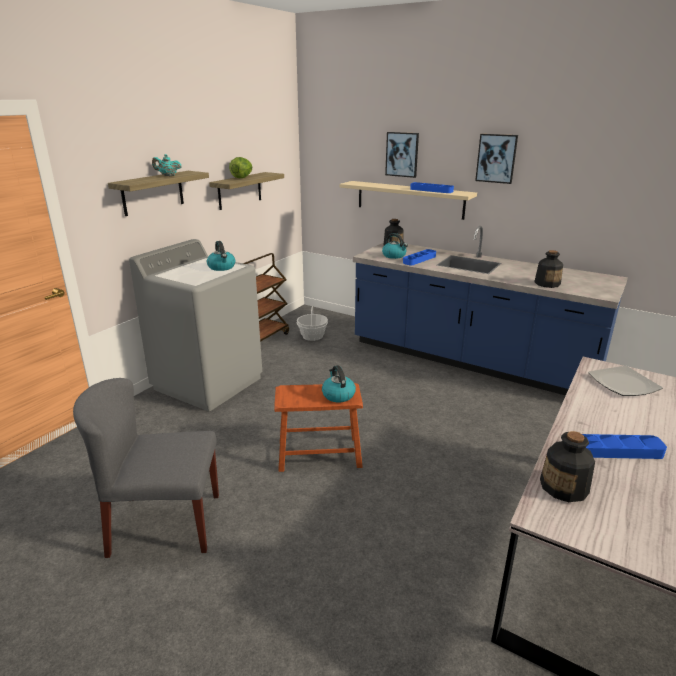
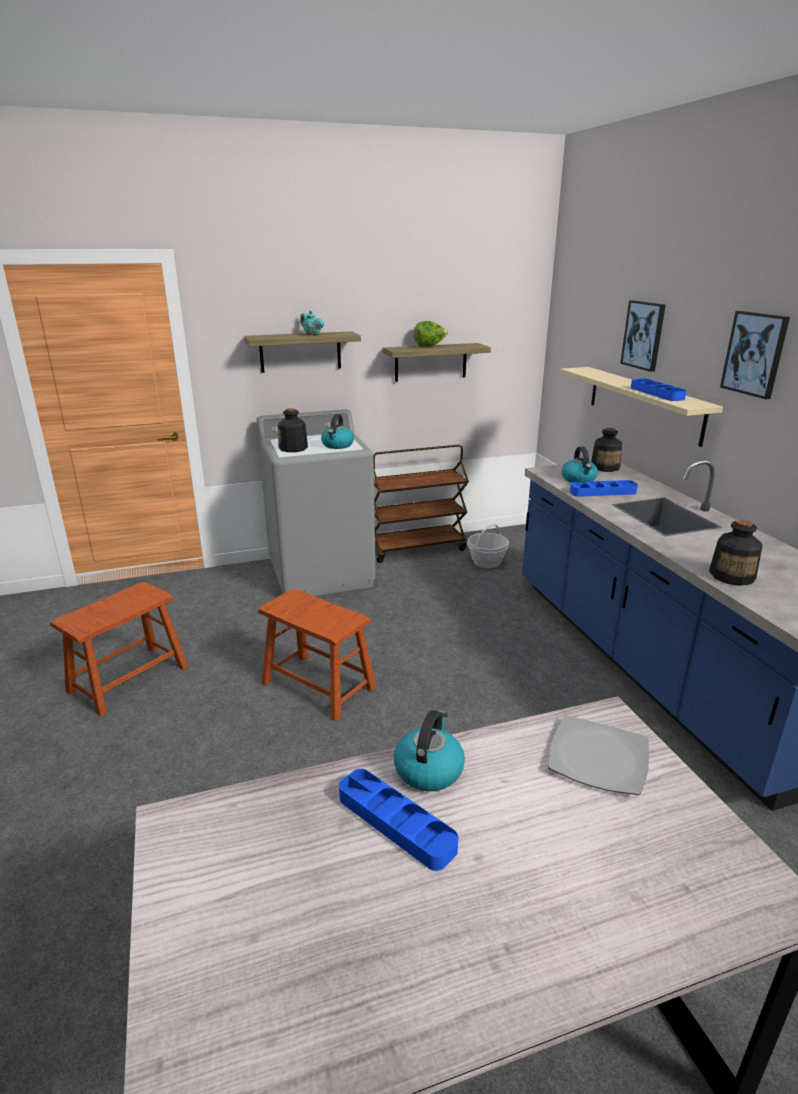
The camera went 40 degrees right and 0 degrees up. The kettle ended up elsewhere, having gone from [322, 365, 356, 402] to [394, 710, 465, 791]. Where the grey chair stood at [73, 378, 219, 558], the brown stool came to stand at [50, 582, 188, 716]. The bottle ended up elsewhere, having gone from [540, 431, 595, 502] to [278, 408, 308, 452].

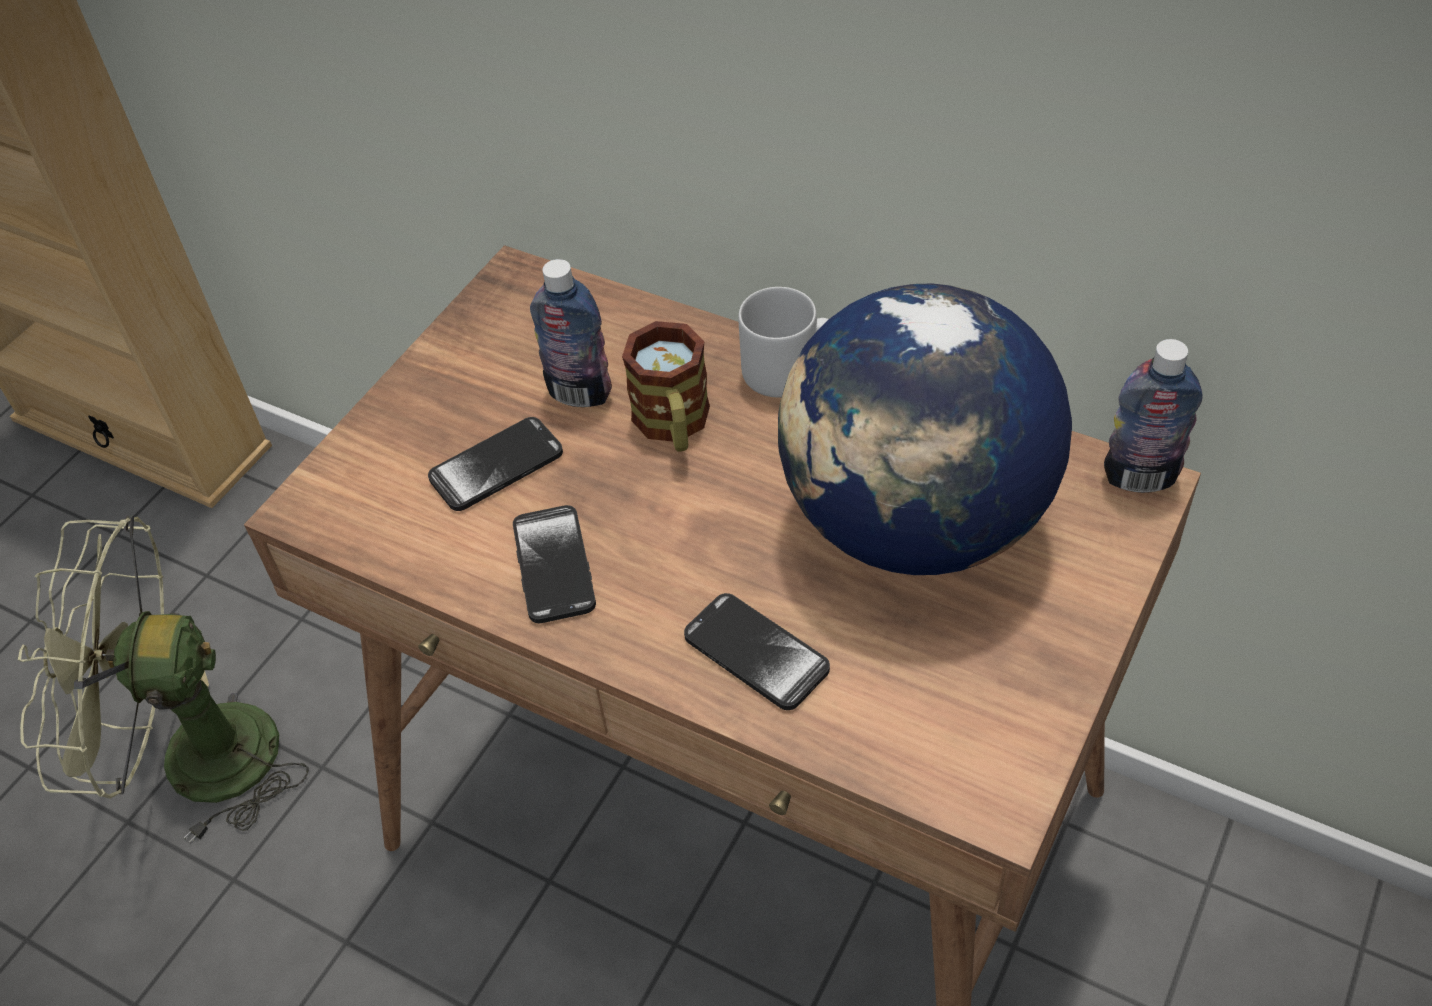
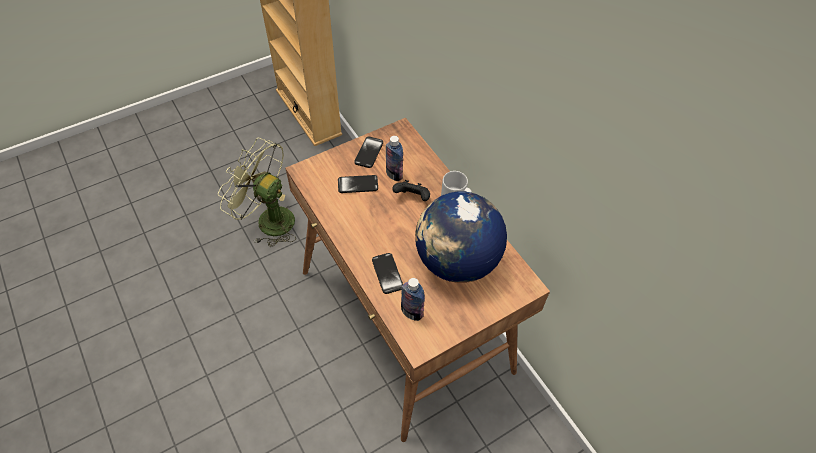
The camera went 25 degrees right and 5 degrees up. Where the mug stood at [622, 321, 710, 451], the black game controller came to stand at [392, 180, 430, 201]. The bottle ended up elsewhere, having gone from [1104, 339, 1203, 493] to [401, 278, 425, 321]. The phone ended up elsewhere, having gone from [513, 505, 596, 623] to [355, 136, 383, 168].

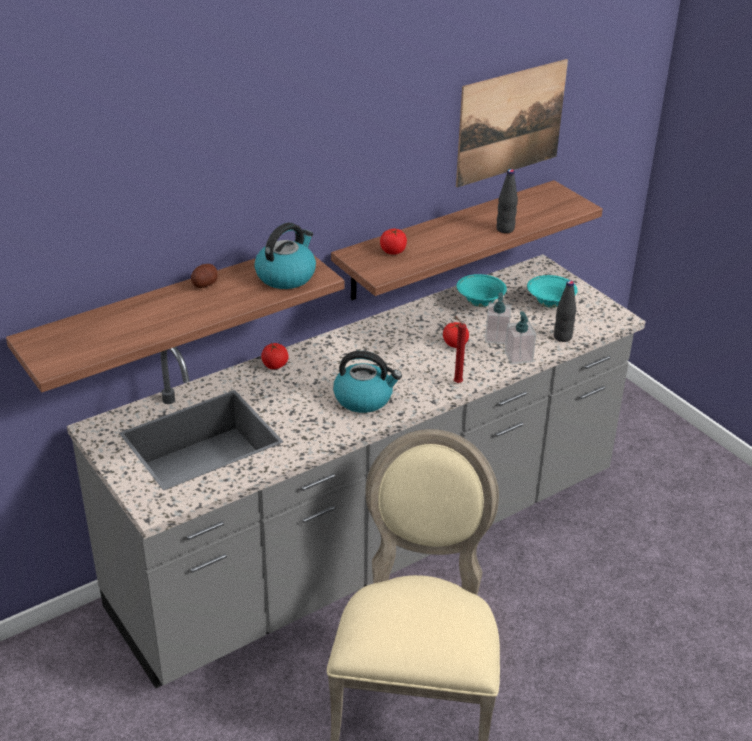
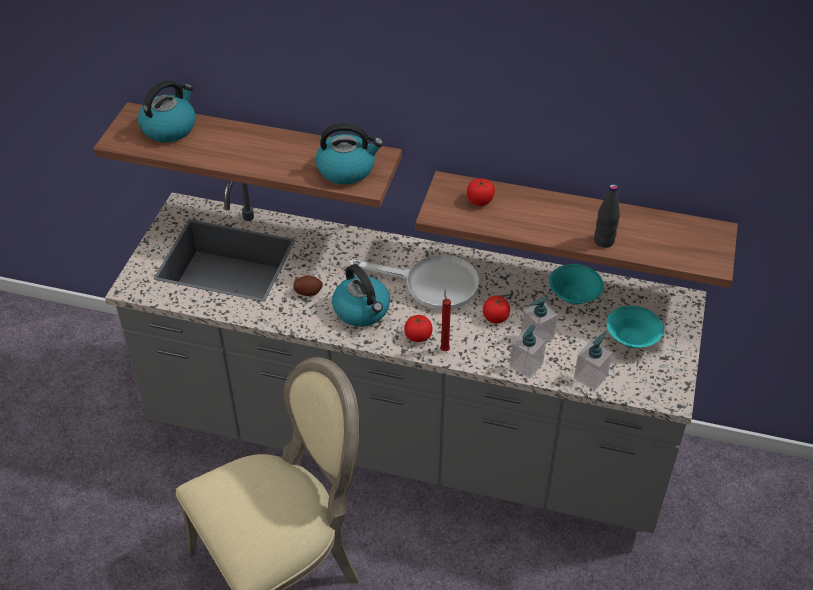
The camera went 50 degrees right and 10 degrees up. The second view lost the picture at [456, 59, 568, 188]. The potato ended up elsewhere, having gone from [191, 264, 218, 288] to [293, 275, 323, 296]. Where the black bottle stood at [554, 280, 576, 342], the soap dispenser came to stand at [574, 333, 613, 390]. The tomato ended up elsewhere, having gone from [261, 342, 289, 369] to [404, 315, 432, 342]. The second view gained the kettle at [138, 80, 196, 142]. The second view gained the white frying pan at [349, 254, 479, 310].

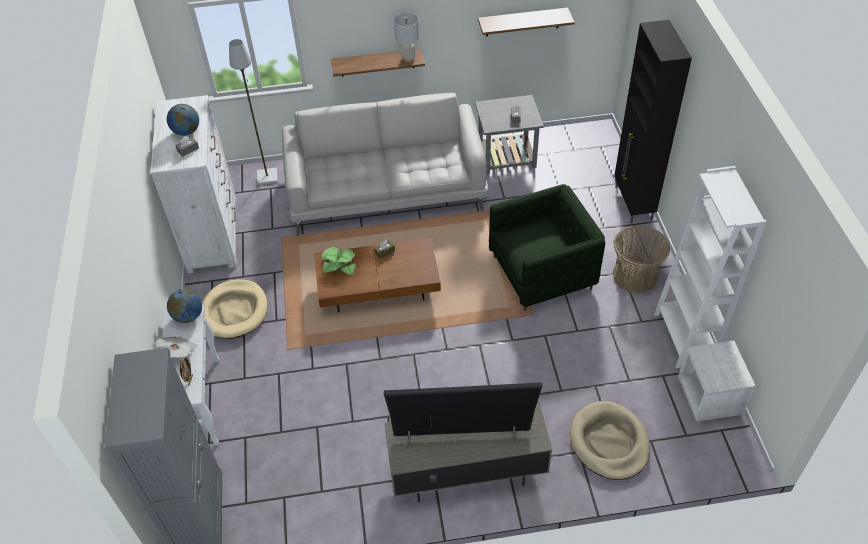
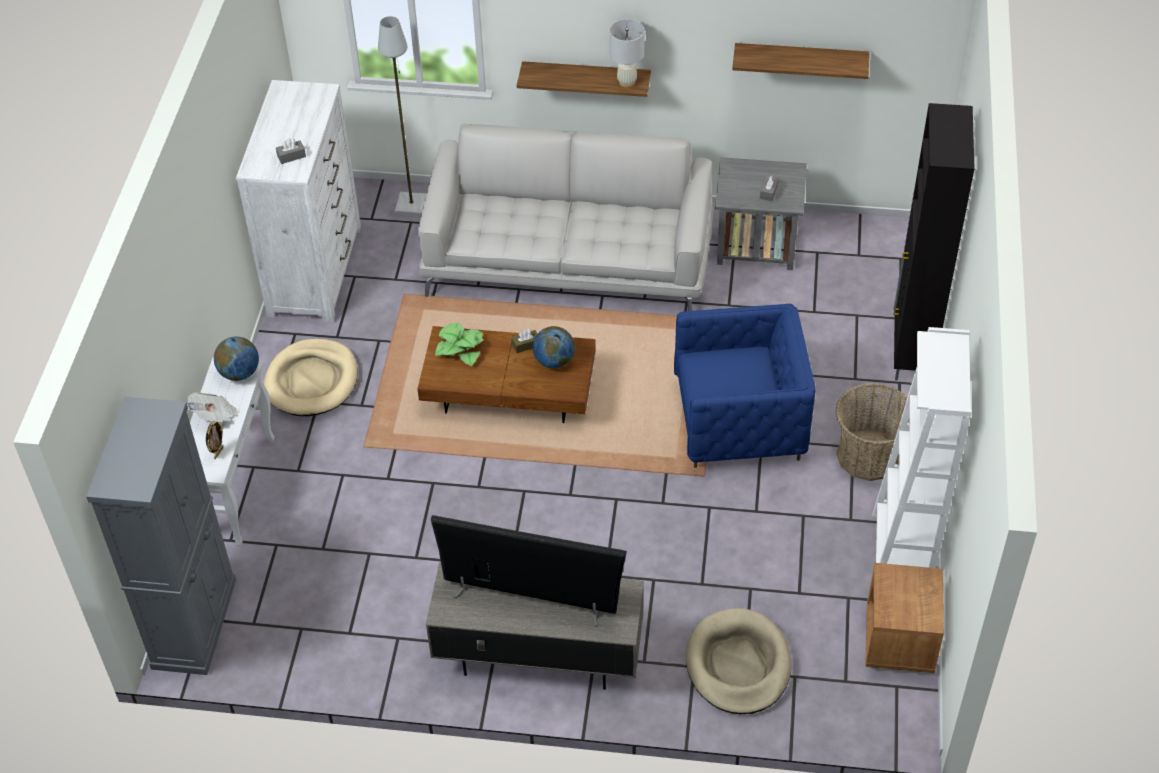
The camera went 15 degrees right and 0 degrees up. The globe ended up elsewhere, having gone from [167, 104, 199, 136] to [533, 326, 575, 368]. What was the green armchair at [489, 184, 605, 311] turned into the blue armchair at [674, 304, 816, 468]. What was the white nightstand at [678, 341, 756, 422] turned into the brown nightstand at [865, 563, 944, 673].

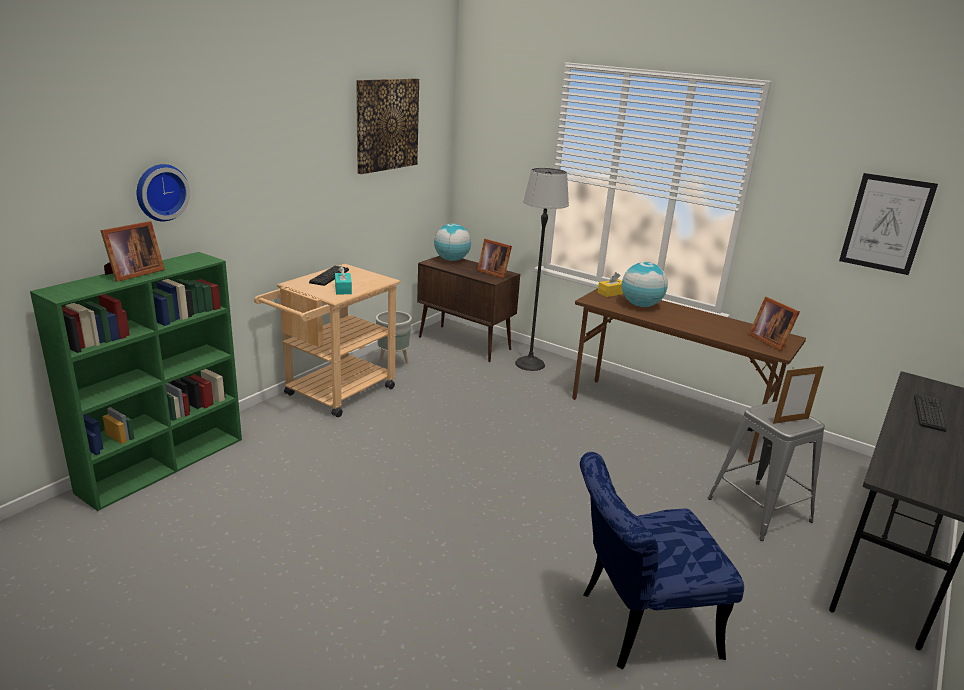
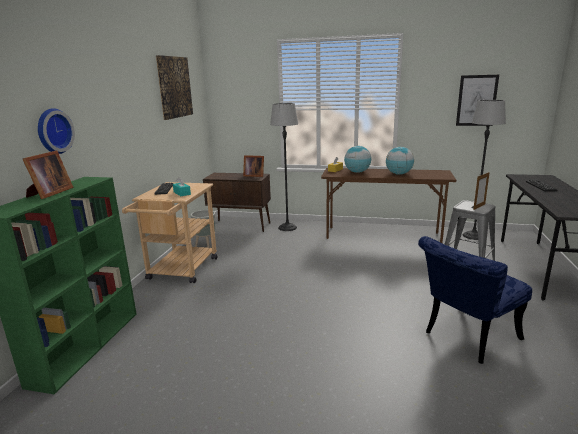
The camera went 20 degrees left and 5 degrees down. The globe ended up elsewhere, having gone from [434, 223, 471, 261] to [386, 147, 414, 175]. The second view lost the picture frame at [749, 297, 800, 351]. The second view gained the floor lamp at [463, 100, 506, 240].

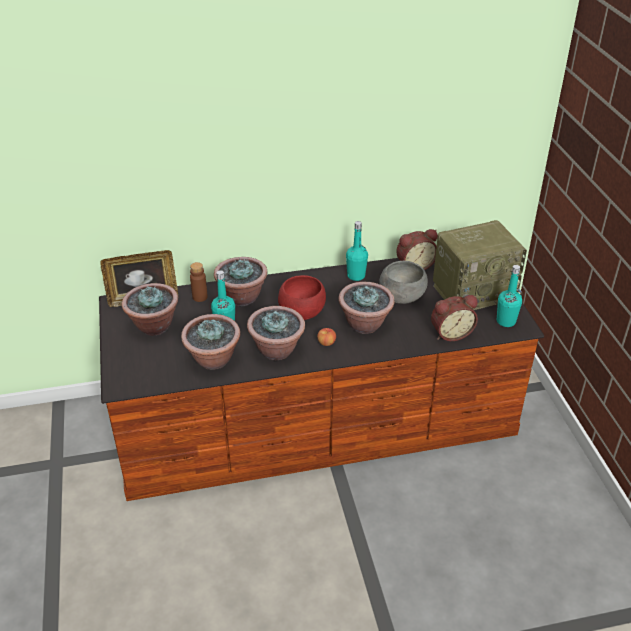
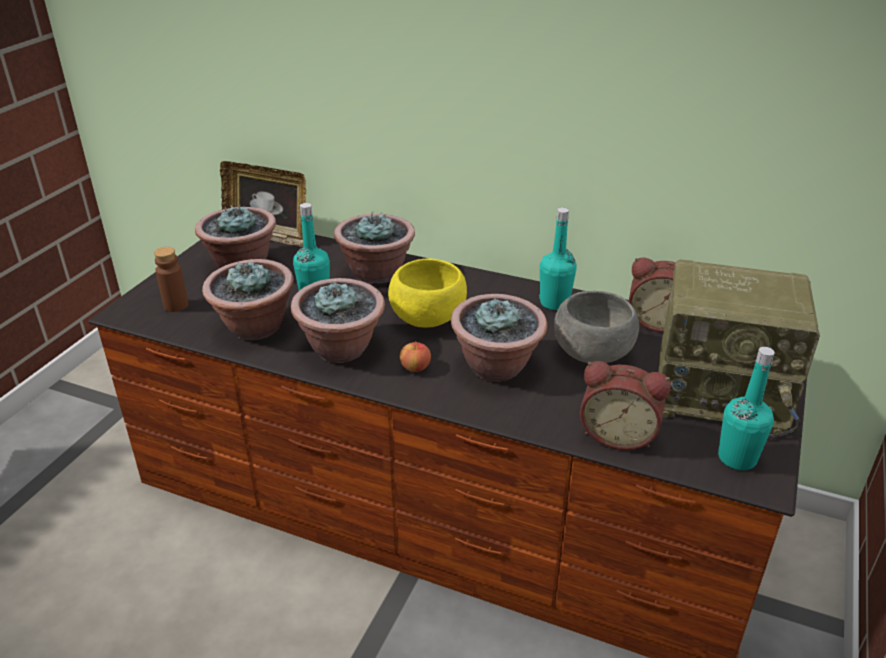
The camera went 35 degrees right and 5 degrees down. The brown bottle ended up elsewhere, having gone from [190, 262, 208, 302] to [154, 247, 188, 312]. What was the red bowl at [278, 275, 326, 320] turned into the yellow bowl at [388, 258, 467, 328].

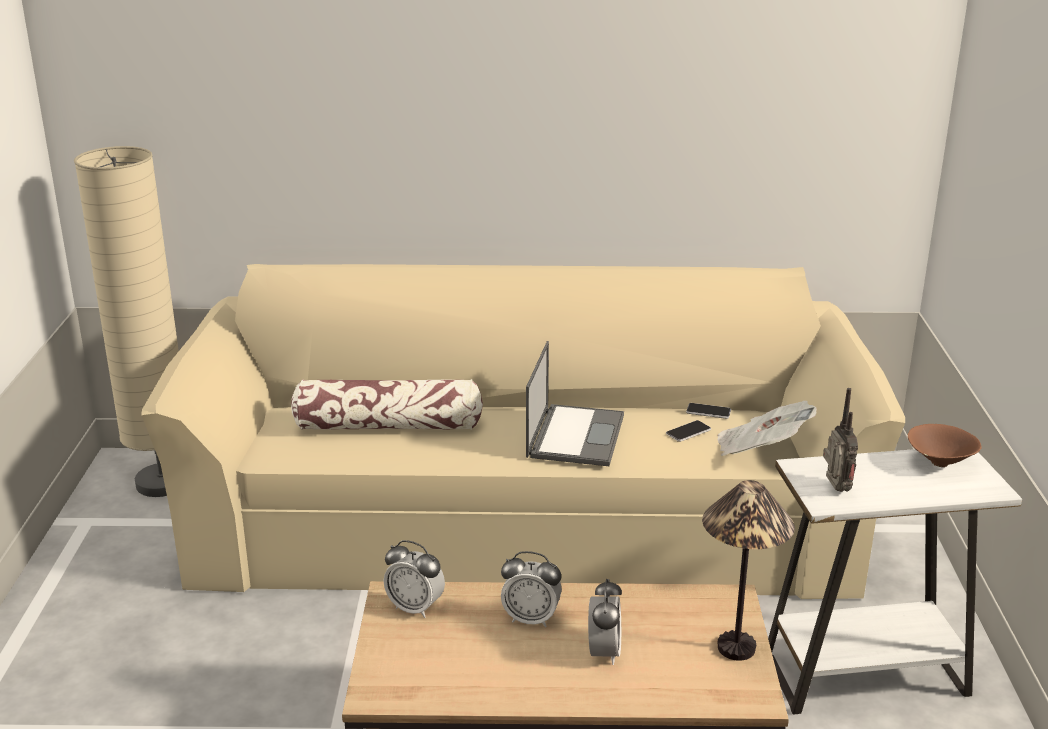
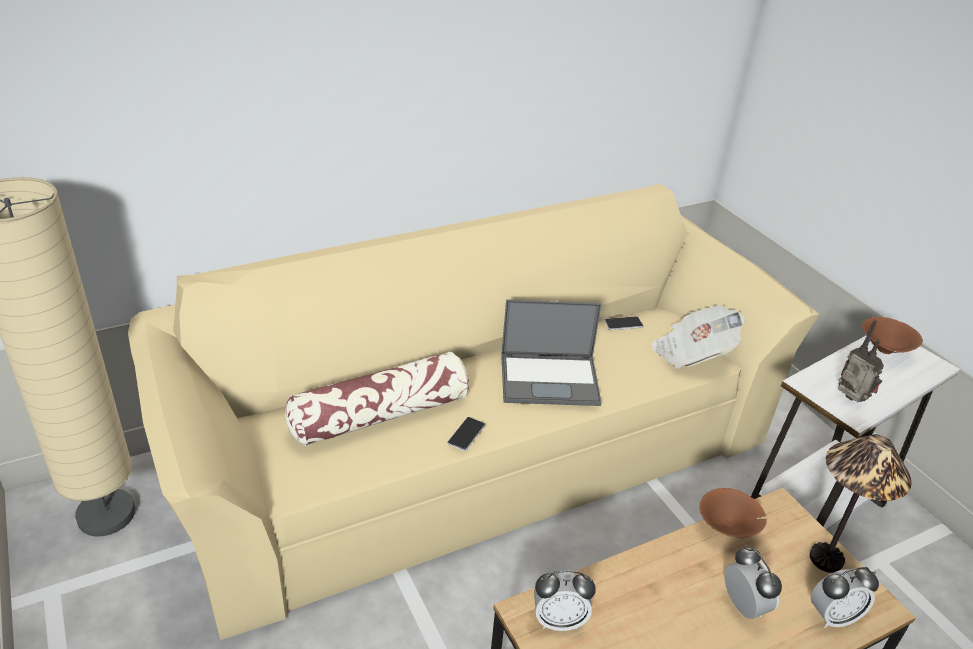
The camera went 30 degrees left and 10 degrees up. The laptop at [526, 341, 624, 466] ended up facing another way, 105 degrees clockwise from before. The phone ended up elsewhere, having gone from [666, 420, 711, 442] to [448, 417, 485, 451]. The alarm clock ended up elsewhere, having gone from [501, 551, 562, 627] to [811, 567, 879, 628]. The second view gained the brown bowl at [700, 488, 767, 538].

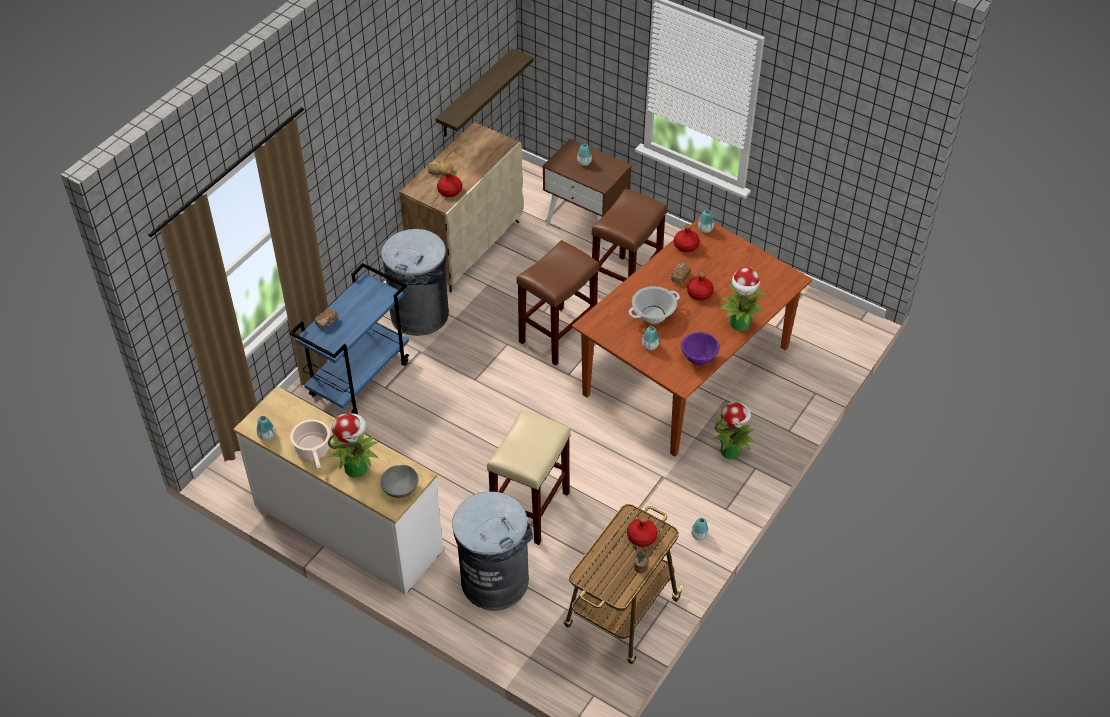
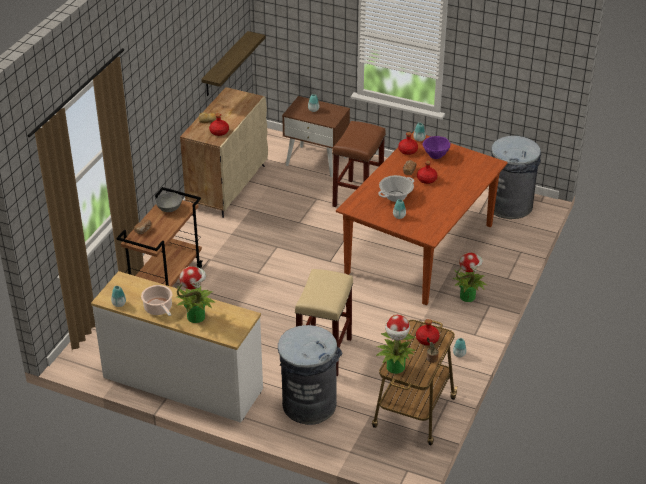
The camera went 10 degrees left and 10 degrees down. The grey trash can ended up elsewhere, having gone from [381, 229, 449, 336] to [491, 136, 541, 219]. The second view lost the brown stool at [516, 240, 599, 366]. What was the blue cart at [289, 263, 409, 414] turned into the brown cart at [117, 187, 202, 287]. The potted plant ended up elsewhere, having gone from [719, 267, 765, 331] to [376, 315, 416, 374]. The purple bowl ended up elsewhere, having gone from [681, 332, 720, 366] to [423, 136, 450, 159]. The grey bowl ended up elsewhere, having gone from [380, 465, 418, 498] to [156, 192, 182, 212].

